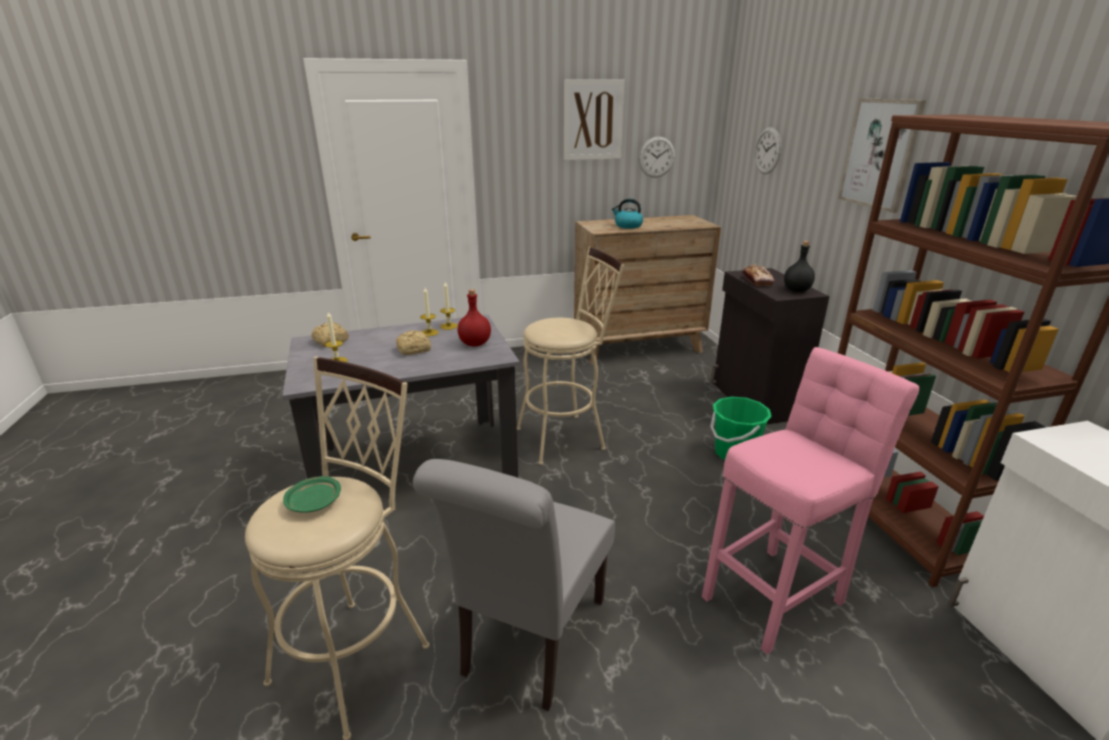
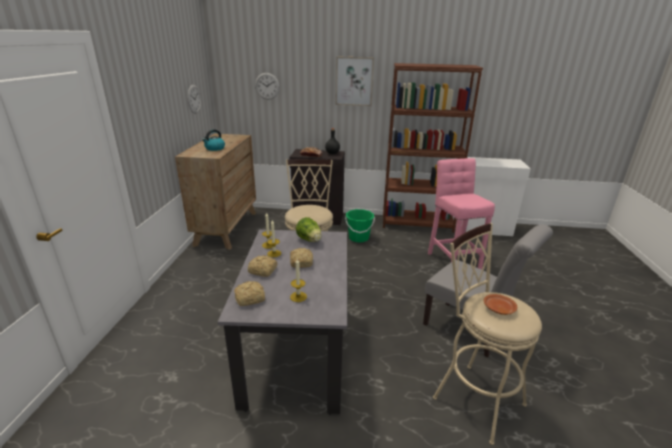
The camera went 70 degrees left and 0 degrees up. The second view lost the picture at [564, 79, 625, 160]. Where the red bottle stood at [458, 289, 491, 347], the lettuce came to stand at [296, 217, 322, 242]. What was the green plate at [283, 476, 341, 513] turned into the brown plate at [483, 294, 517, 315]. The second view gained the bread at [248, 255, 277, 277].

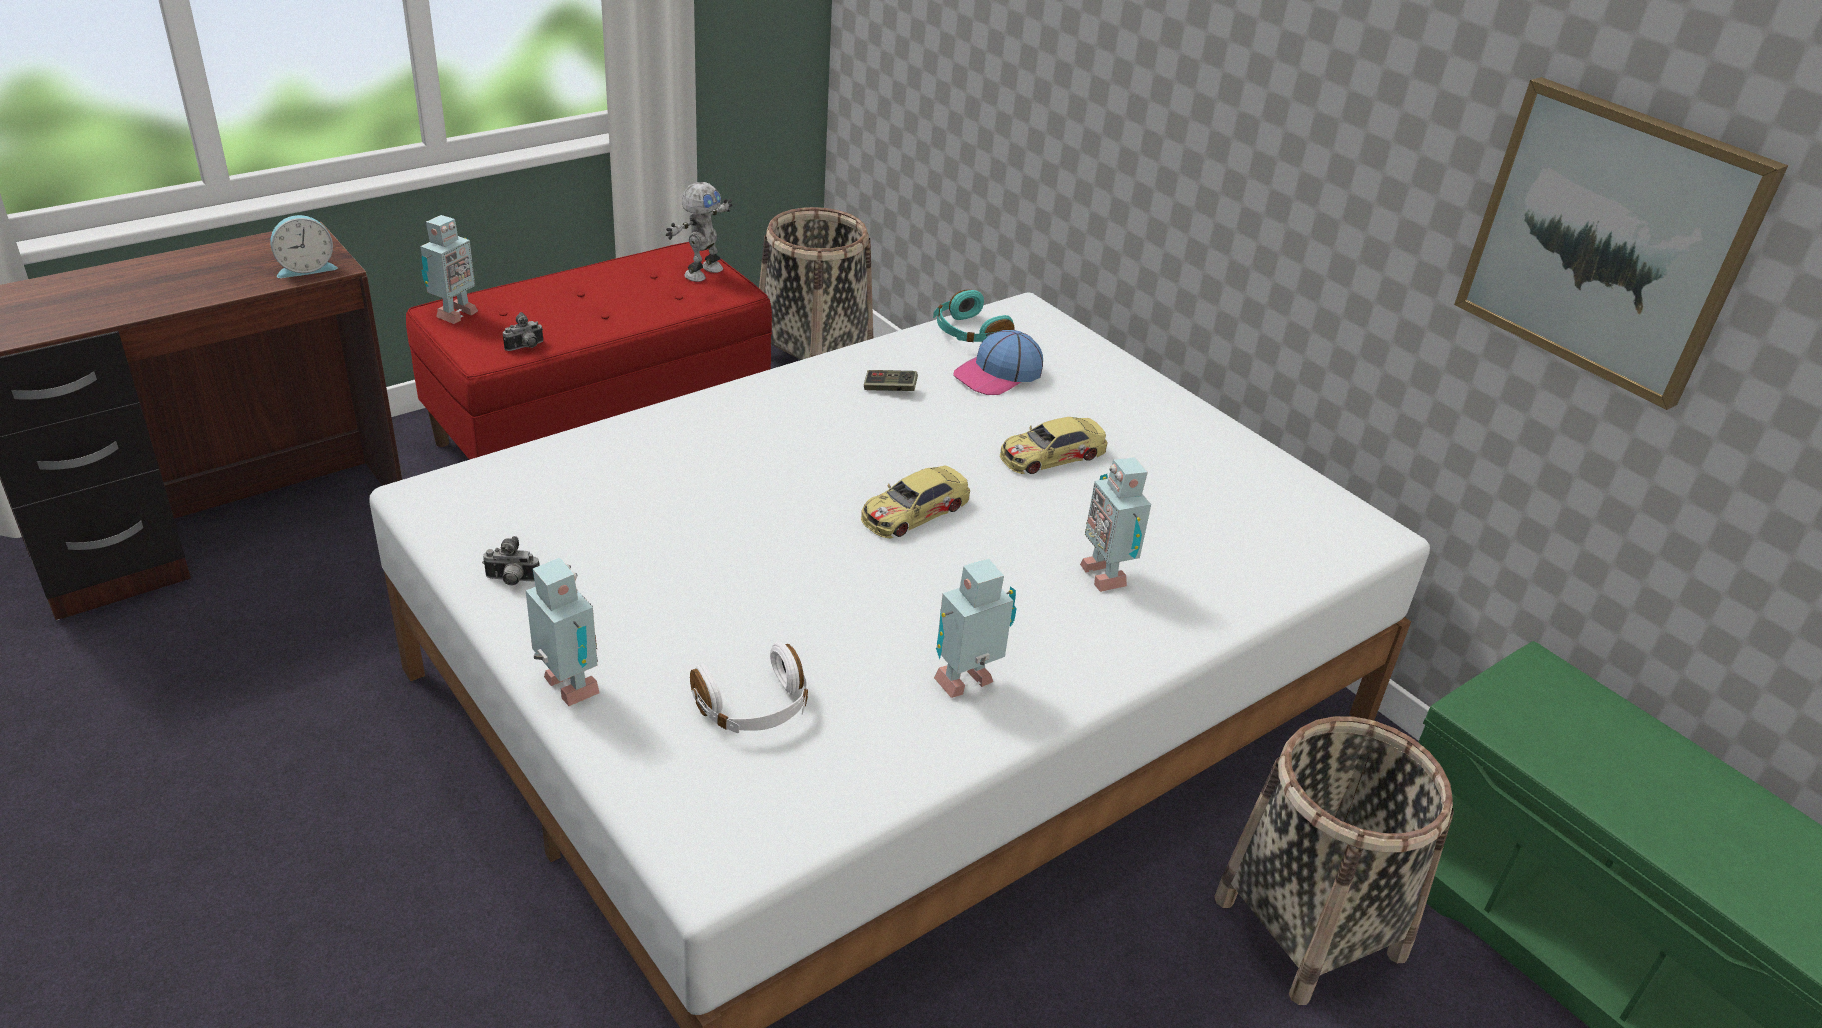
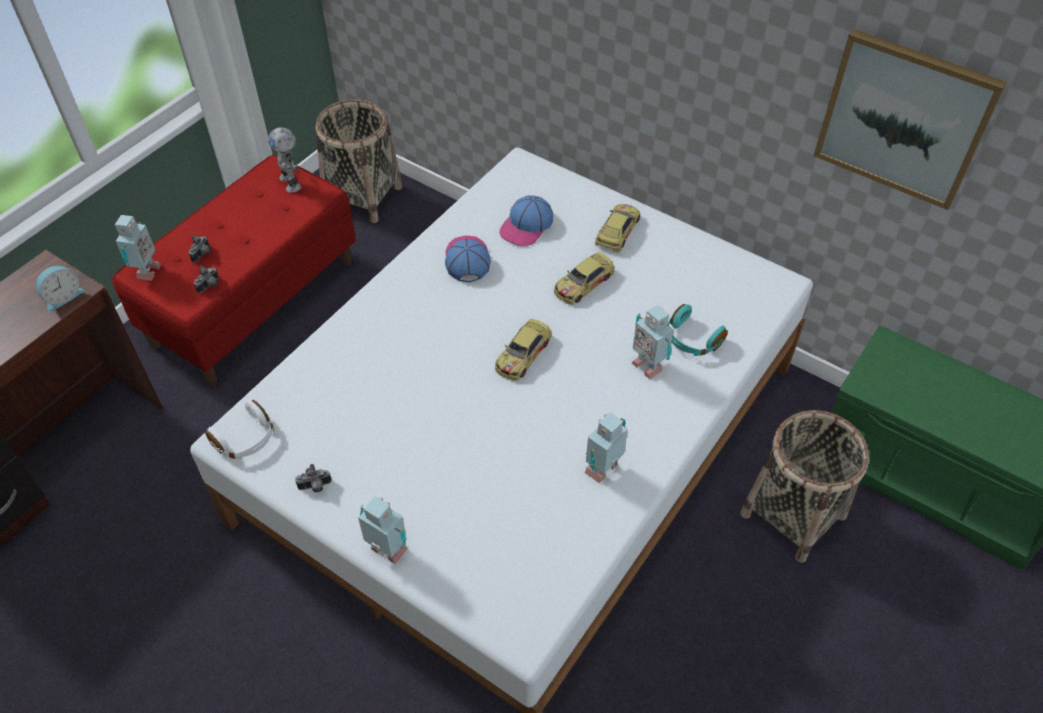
The camera went 15 degrees left and 15 degrees up. The toy robot at [666, 182, 733, 282] ended up facing another way, 135 degrees clockwise from before. The turquoise headphones ended up elsewhere, having gone from [933, 289, 1015, 342] to [668, 304, 728, 356]. Where the game controller stood at [864, 370, 918, 391], the cap came to stand at [445, 235, 491, 282]. The white headphones ended up elsewhere, having gone from [690, 643, 808, 733] to [205, 400, 274, 459]. The second view gained the toy car at [595, 204, 640, 253]. The second view gained the photo camera at [189, 235, 211, 263].

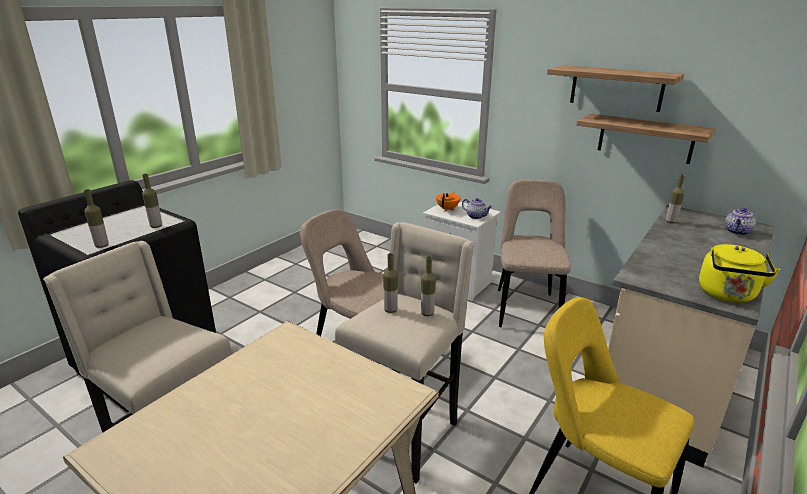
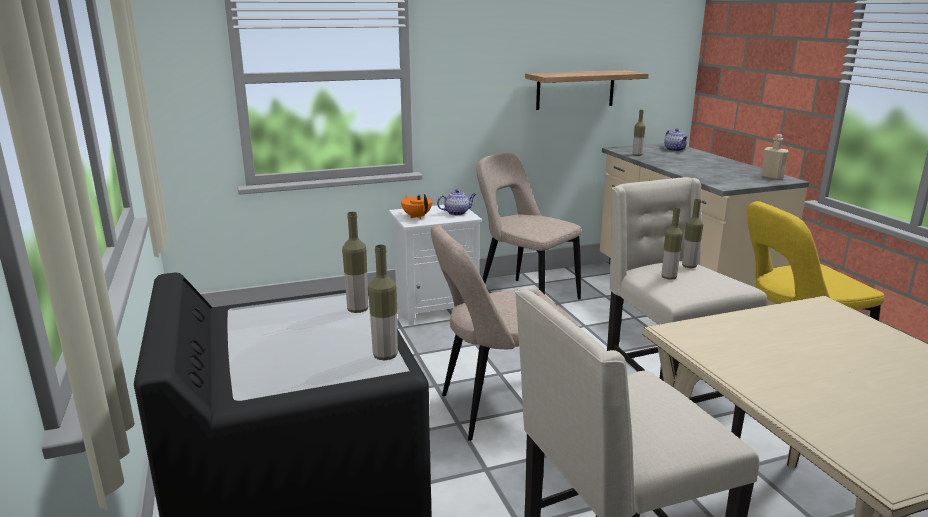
The camera went 55 degrees left and 5 degrees down. The second view lost the shelf at [547, 65, 684, 112]. Where the yellow kettle stood at [699, 244, 780, 303], the beige bottle came to stand at [761, 134, 789, 180].

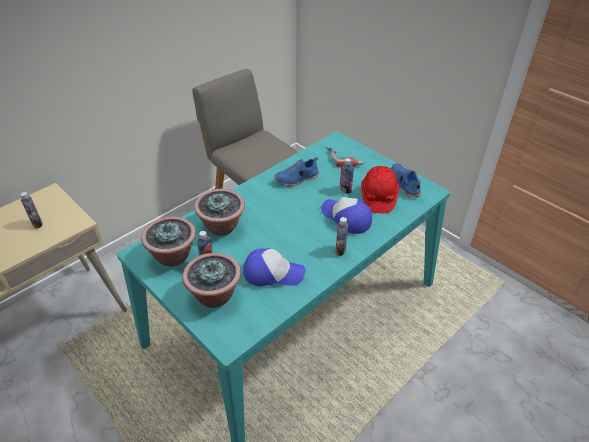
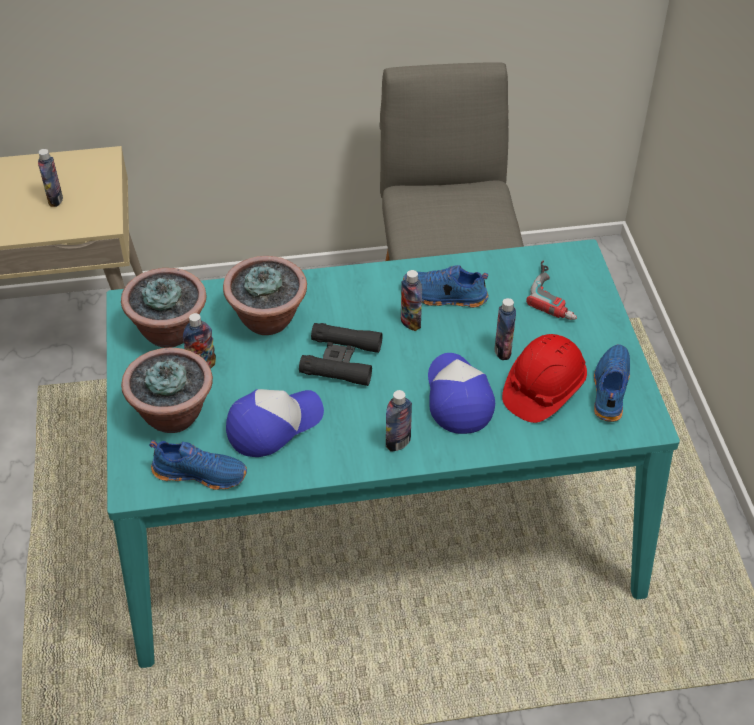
The camera went 35 degrees right and 5 degrees up. The cap at [243, 248, 305, 286] ended up facing another way, 75 degrees counterclockwise from before. The second view gained the bottle at [401, 270, 422, 331]. The second view gained the black binoculars at [299, 323, 382, 386]. The second view gained the blue shoe at [149, 440, 247, 490].

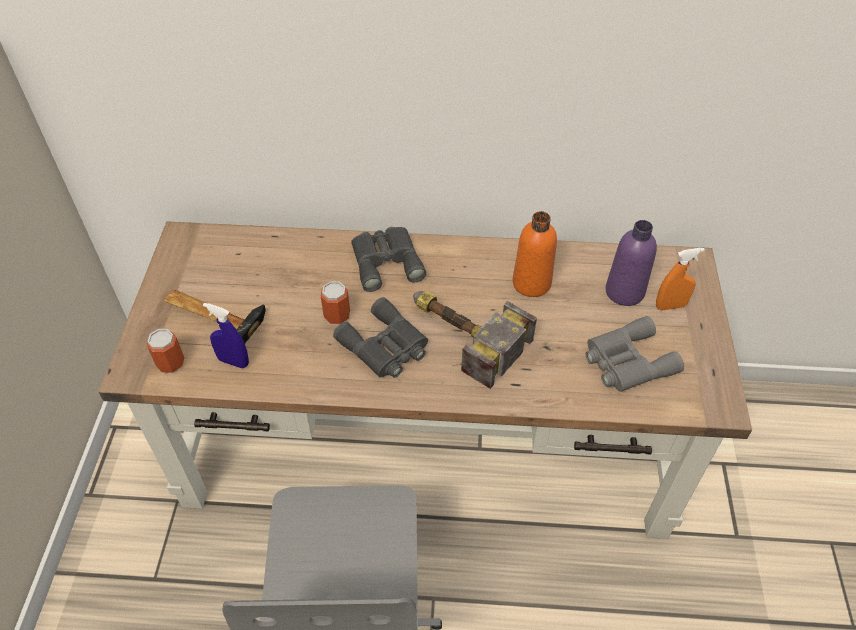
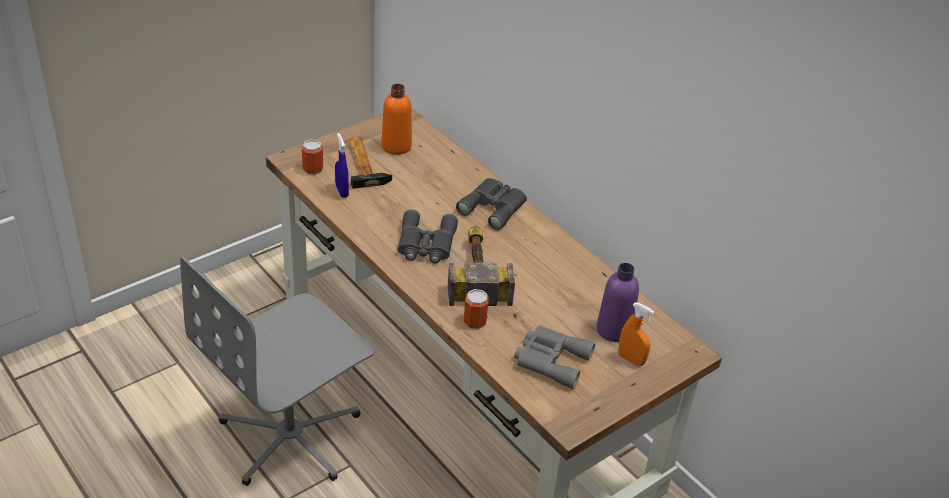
The camera went 45 degrees right and 10 degrees down. The orange bottle ended up elsewhere, having gone from [513, 211, 557, 297] to [382, 84, 412, 155]. The can ended up elsewhere, having gone from [321, 281, 350, 325] to [464, 289, 489, 329].

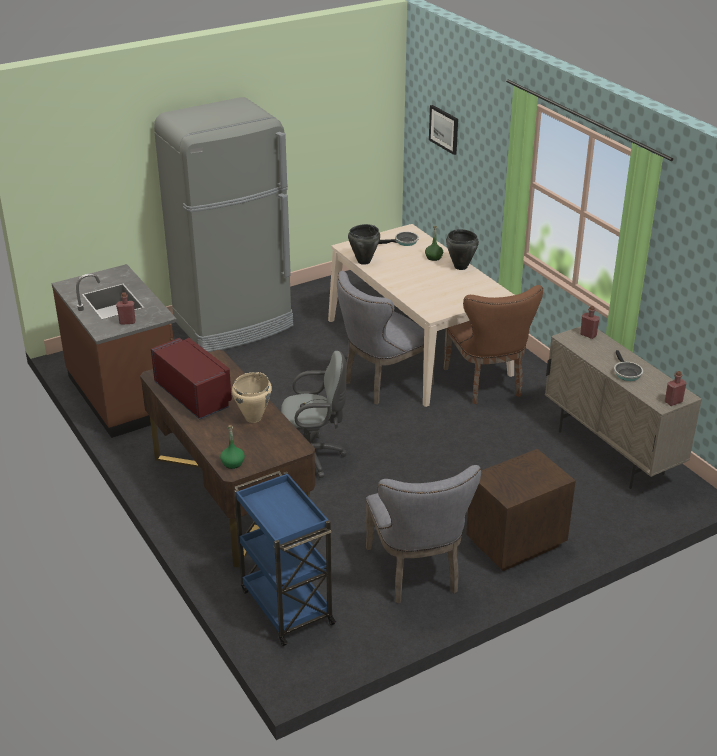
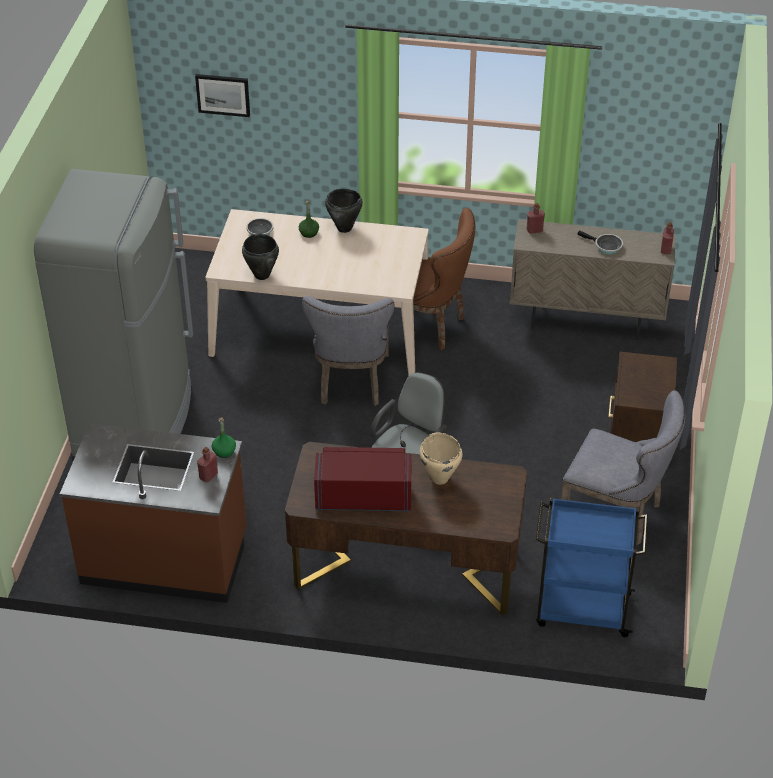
The camera went 50 degrees left and 10 degrees up. The green bottle ended up elsewhere, having gone from [220, 425, 245, 469] to [212, 417, 236, 458].

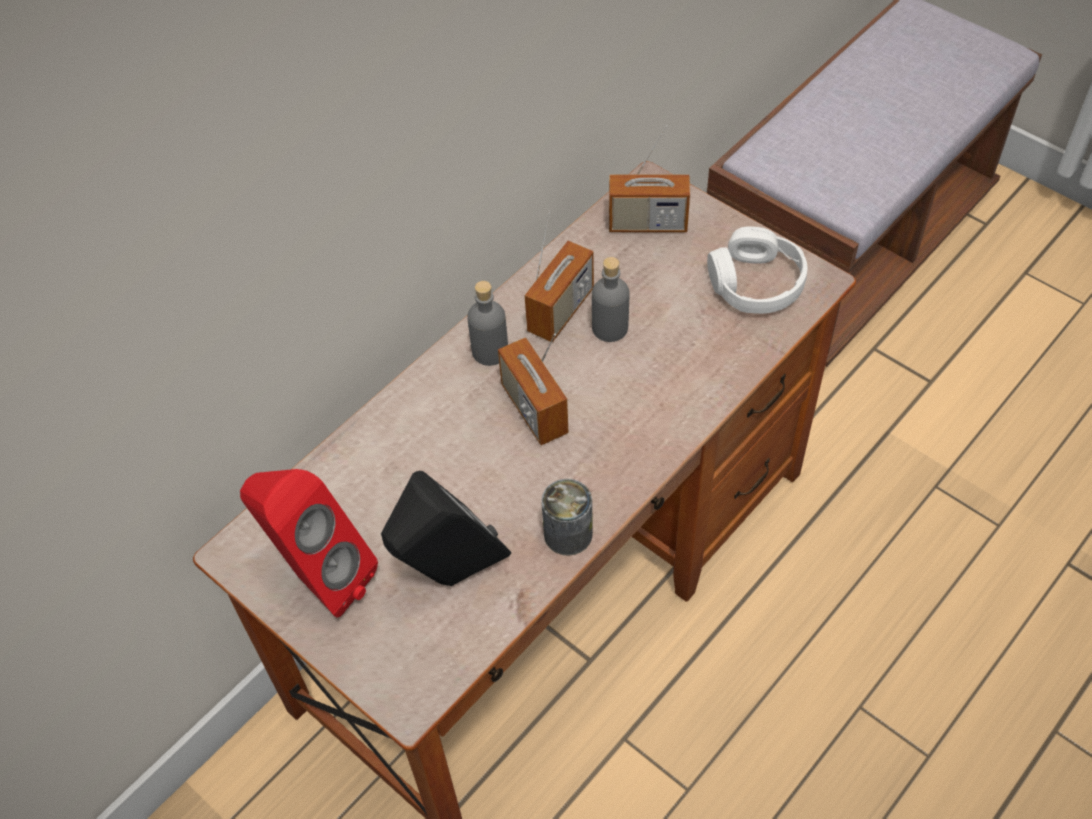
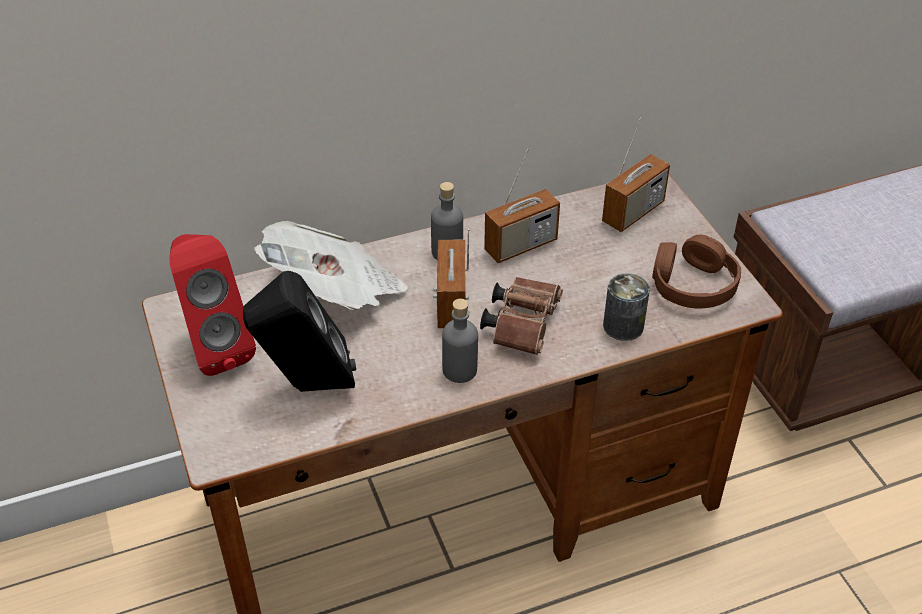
The camera went 25 degrees right and 10 degrees down. The radio at [609, 125, 690, 232] ended up facing another way, 75 degrees counterclockwise from before. What was the white headphones at [707, 226, 808, 314] turned into the brown headphones at [652, 235, 741, 308]. The grey bottle ended up elsewhere, having gone from [592, 257, 629, 342] to [442, 299, 478, 383]. The can ended up elsewhere, having gone from [541, 479, 593, 556] to [603, 273, 650, 341]. The second view gained the newspaper at [254, 221, 408, 310]. The second view gained the brown binoculars at [480, 277, 563, 355].

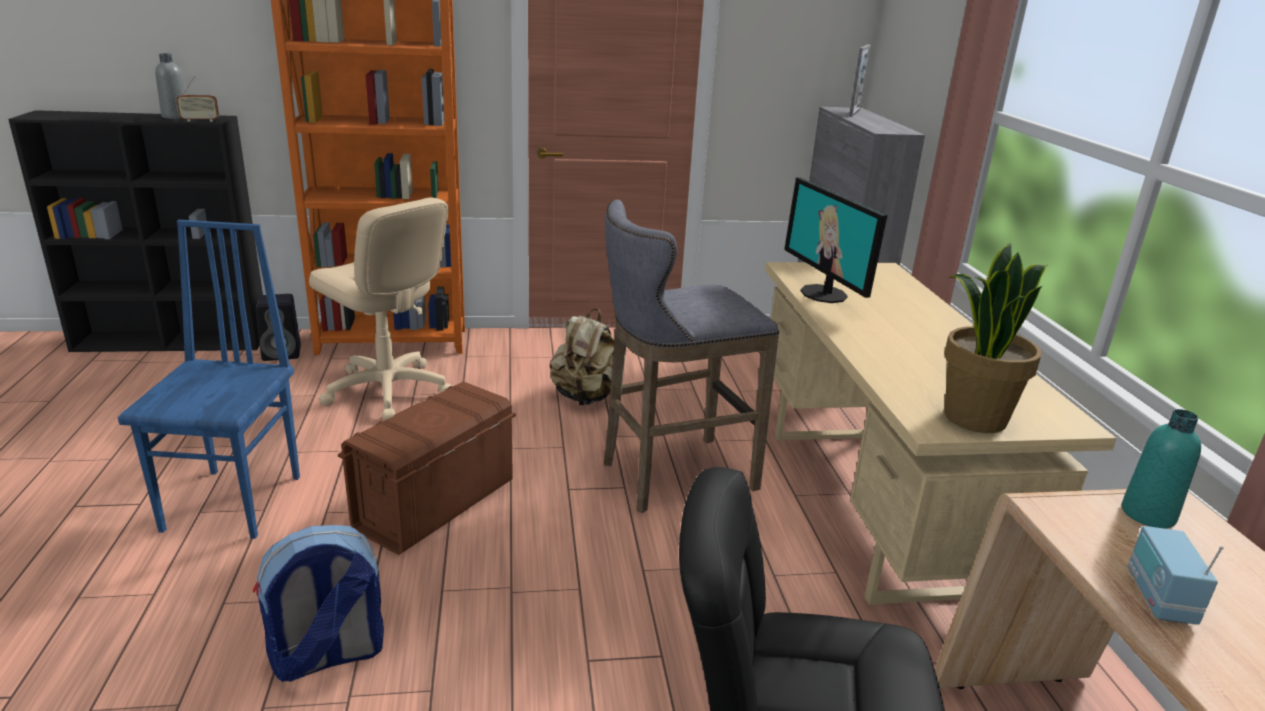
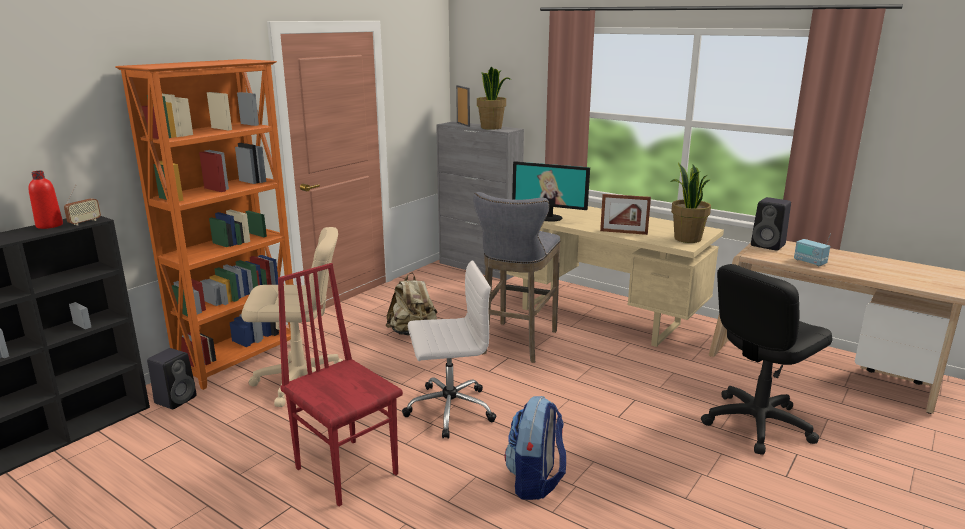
The camera went 45 degrees left and 5 degrees down. What was the grey bottle at [155, 53, 186, 119] turned into the red bottle at [28, 171, 63, 229]. What was the blue chair at [118, 220, 300, 539] turned into the red chair at [278, 263, 403, 506]. Where the brown storage box stood at [338, 381, 516, 555], the white office chair came to stand at [402, 261, 496, 439]. Where the turquoise bottle stood at [1122, 409, 1201, 528], the black speaker came to stand at [751, 197, 791, 251]. The second view gained the potted plant at [477, 66, 511, 130]. The second view gained the picture frame at [600, 194, 651, 235].

